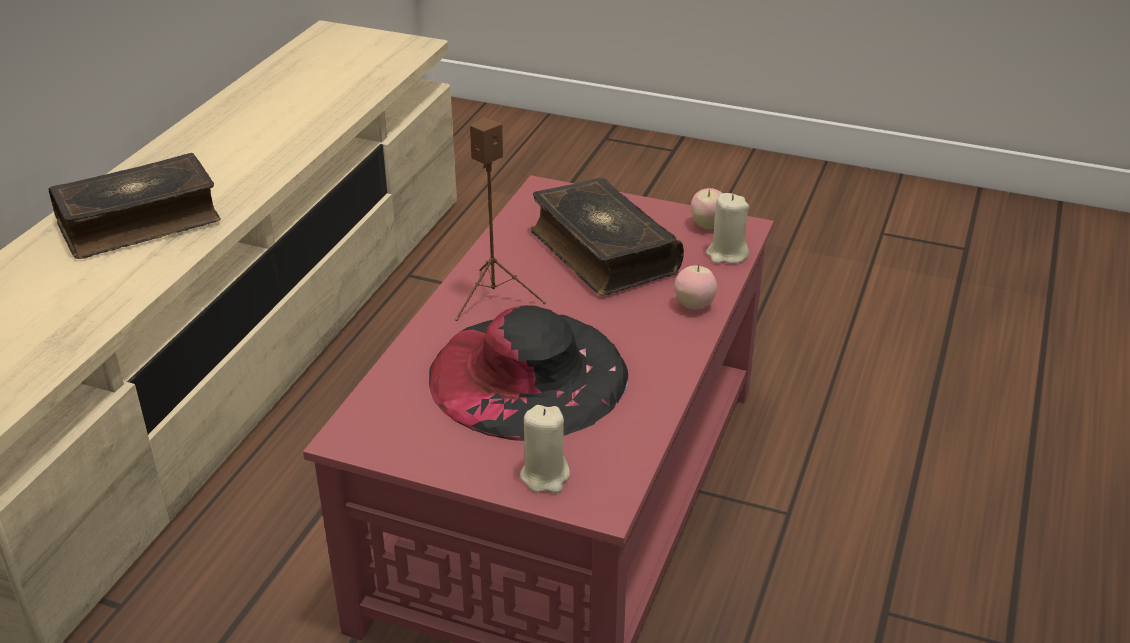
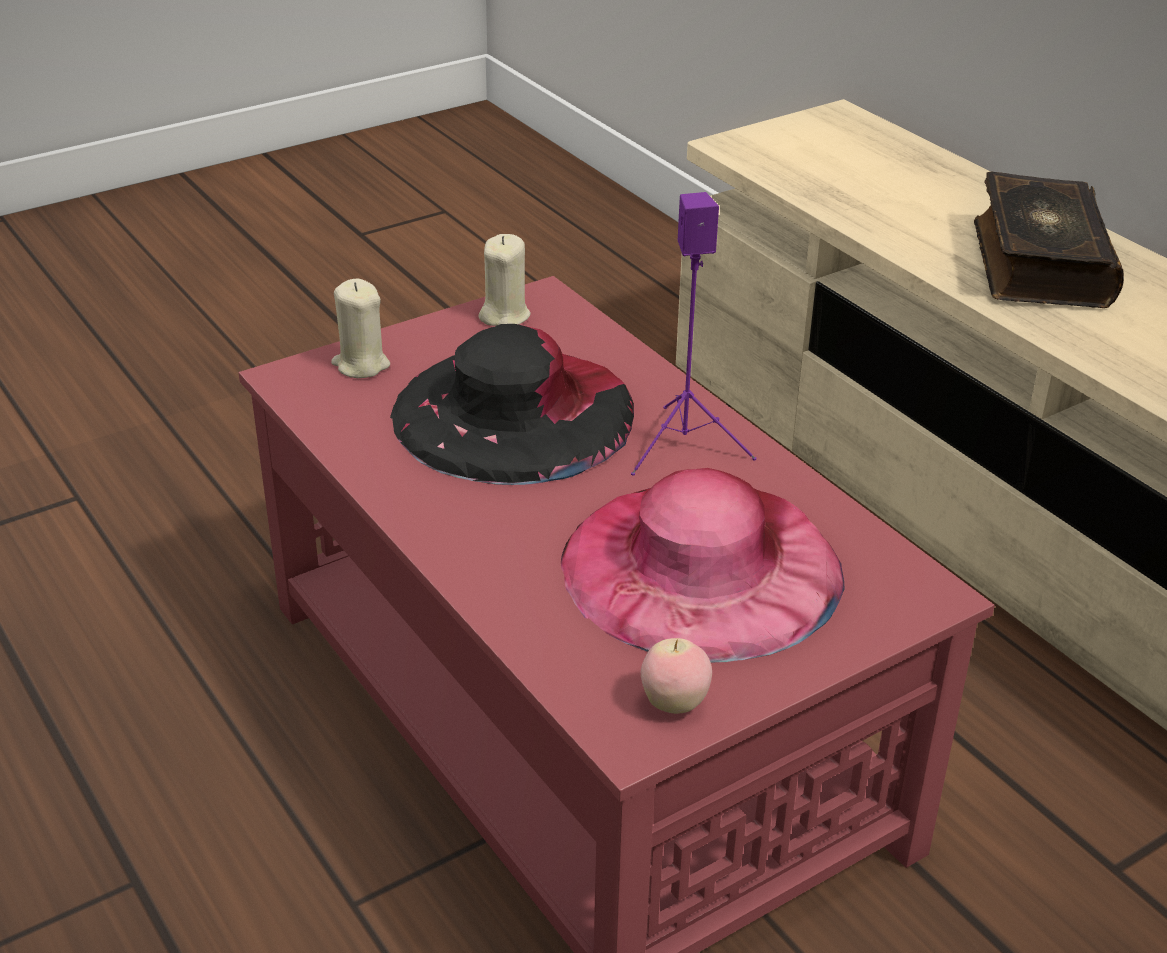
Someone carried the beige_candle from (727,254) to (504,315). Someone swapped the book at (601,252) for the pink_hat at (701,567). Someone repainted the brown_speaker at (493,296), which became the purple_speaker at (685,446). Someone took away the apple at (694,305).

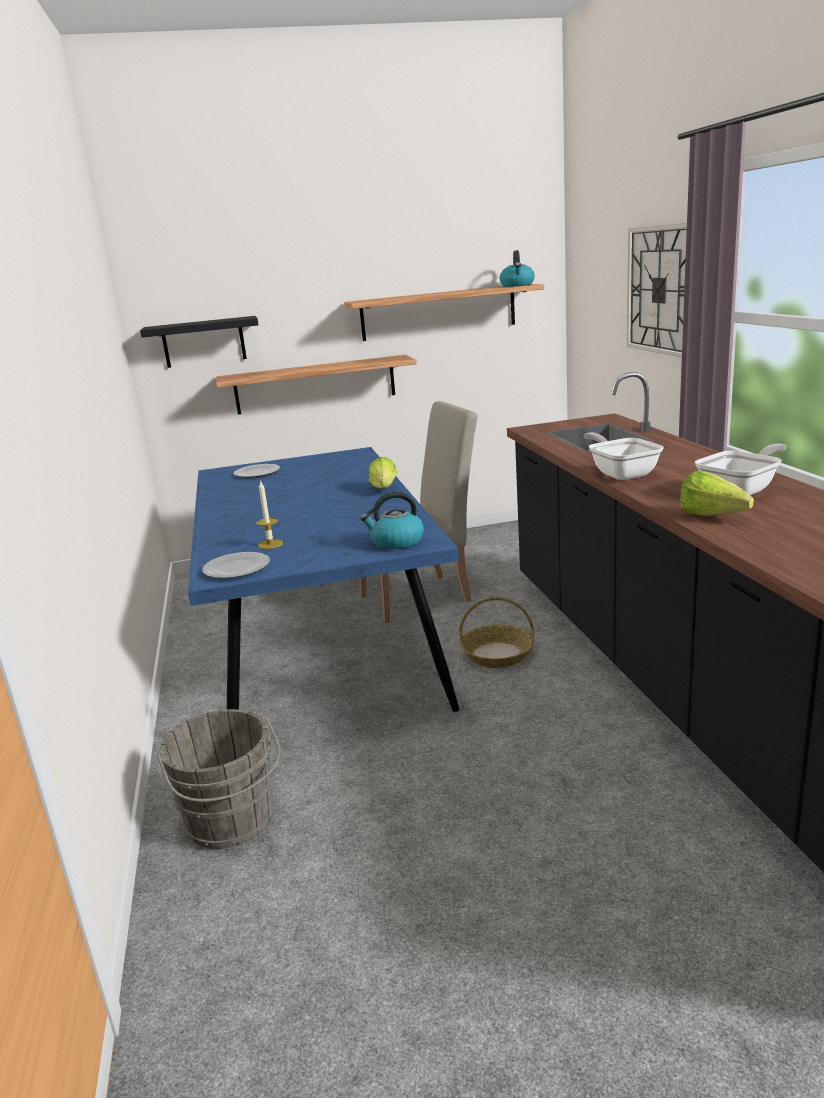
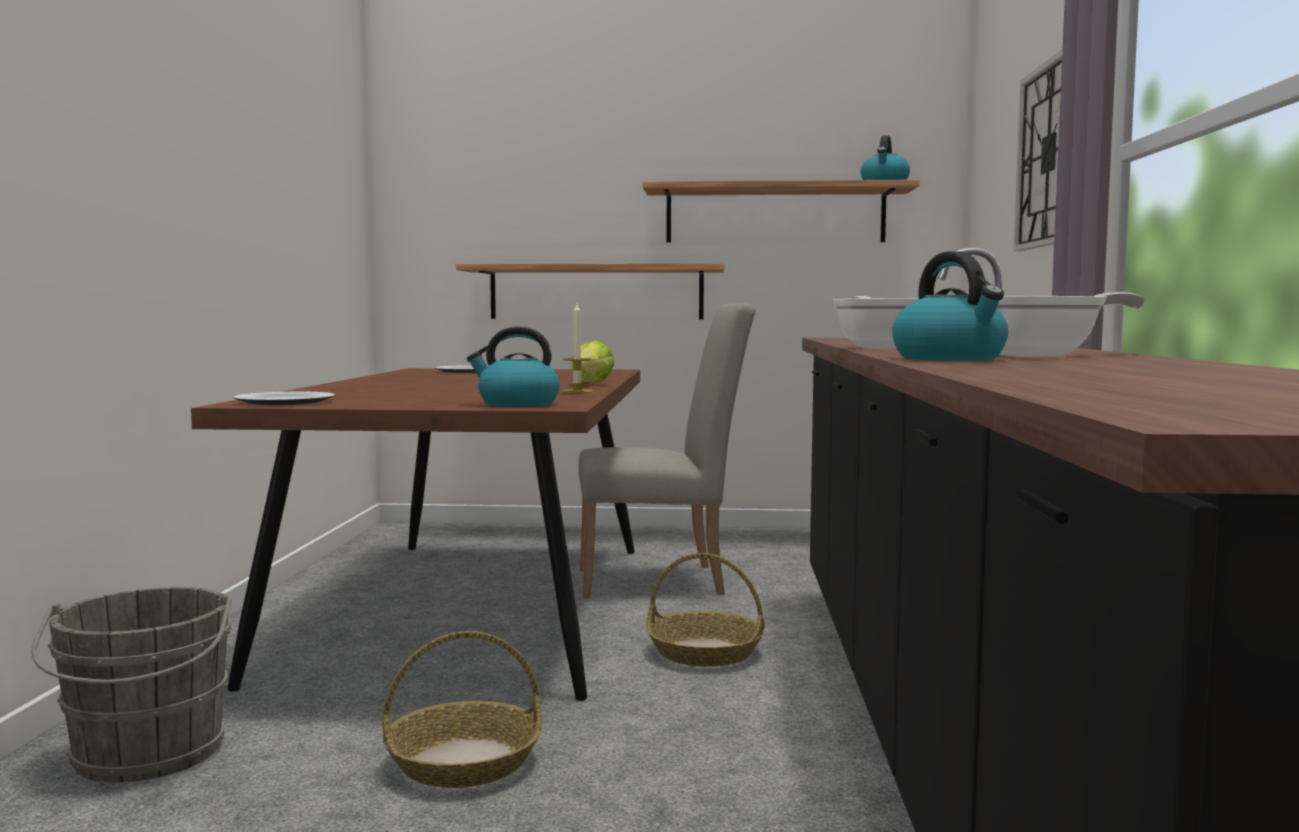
Someone repainted the blue_dining_table at (321,645), which became the brown_dining_table at (475,605). Someone put down the basket at (464,761). Someone carried the candle from (270,544) to (577,391). Someone swapped the lettuce at (716,517) for the kettle at (951,358). Someone took away the black_shelf at (204,342).

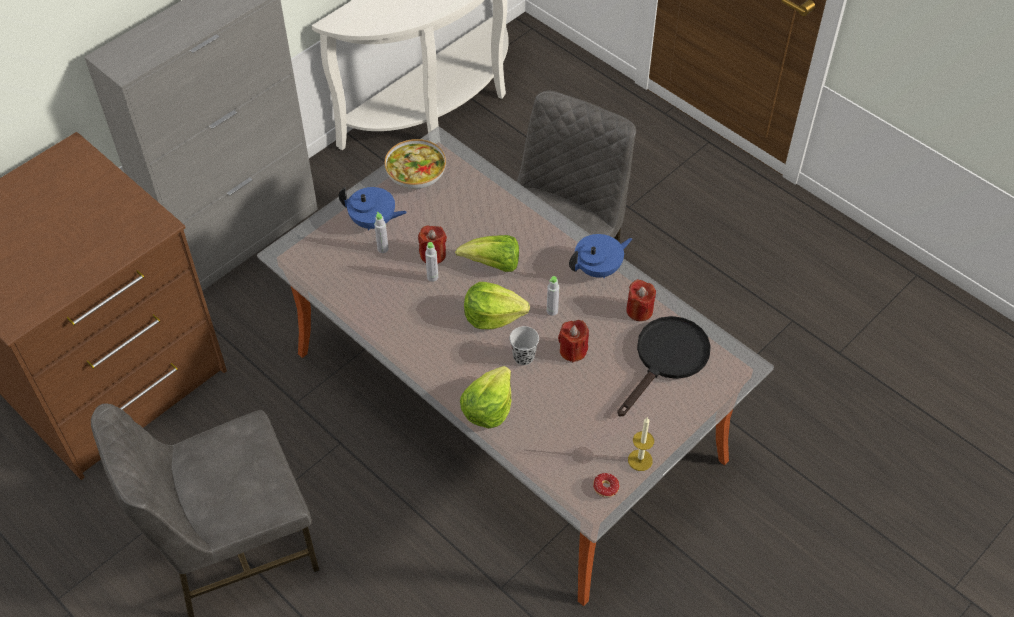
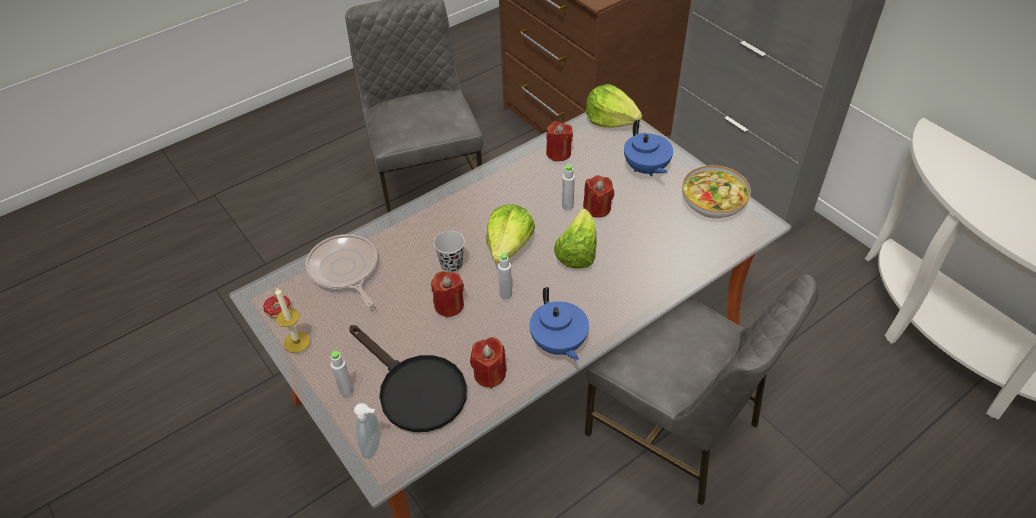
Someone put down the frying_pan at (344,270). Someone carried the grey_bottle from (383,249) to (346,391). Someone put down the soap_dispenser at (374,447). Someone put down the red_candle at (558,153). Someone carried the lettuce from (488,408) to (611,120). Someone rotated the blue_teapot at (373,222) by 45 degrees counterclockwise.

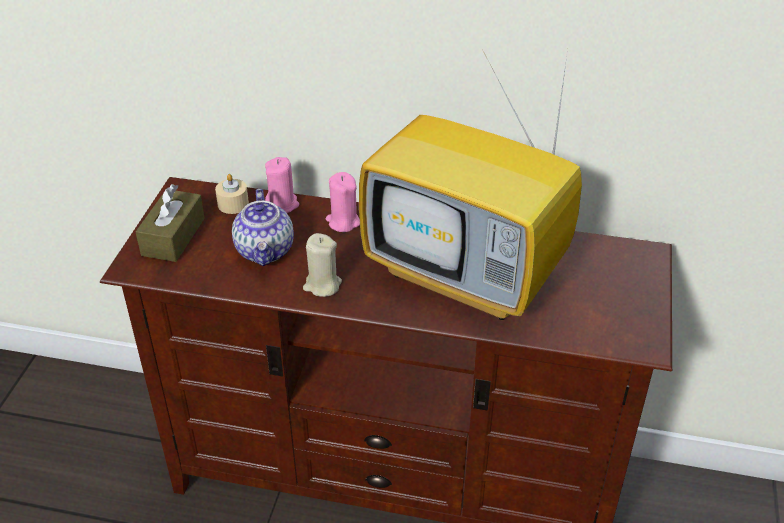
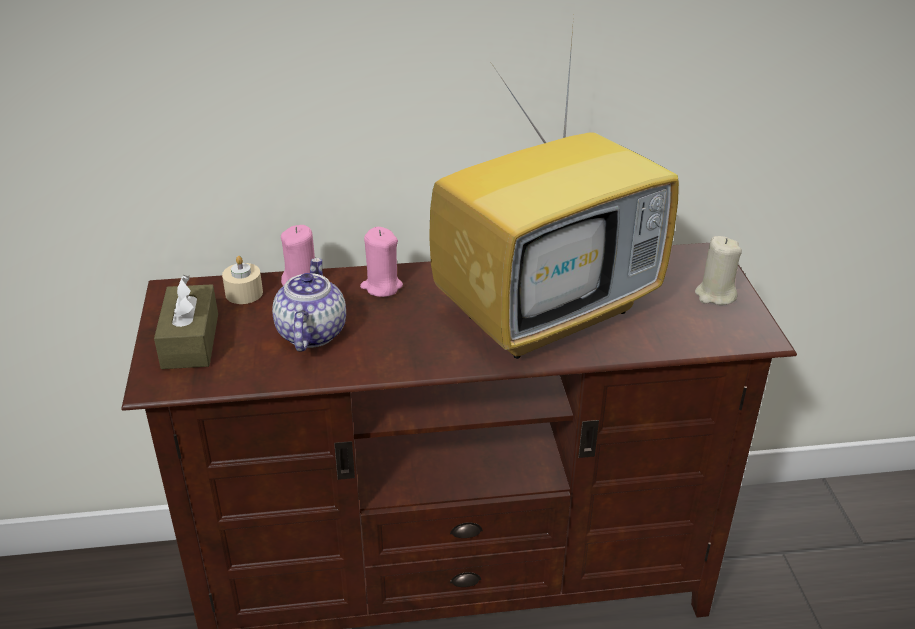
Someone rotated the teapot at (266,251) by 150 degrees counterclockwise. Someone rotated the television at (469,276) by 45 degrees counterclockwise. Someone carried the beige_candle from (322,285) to (715,295).

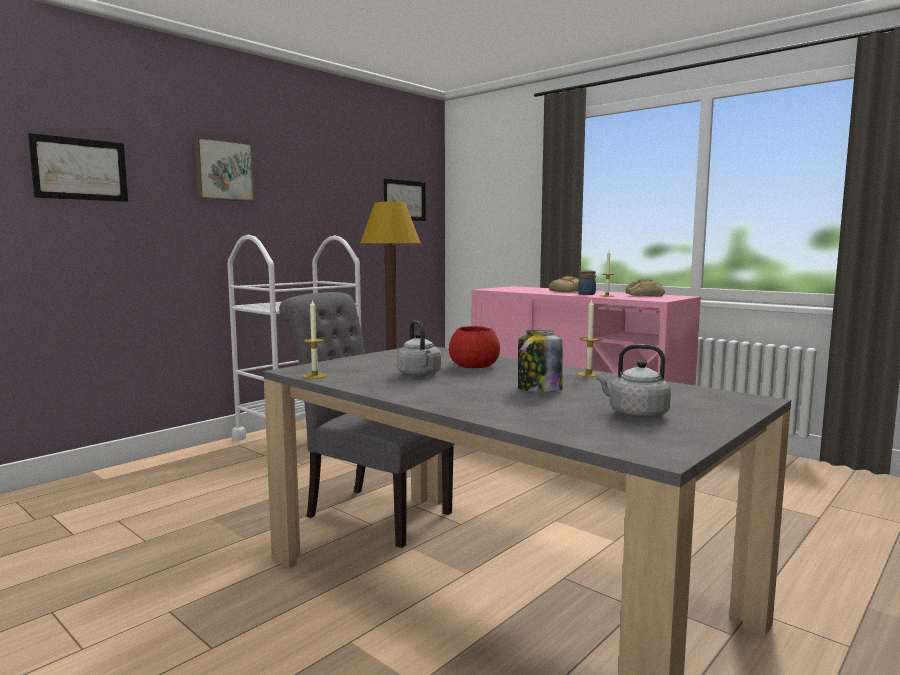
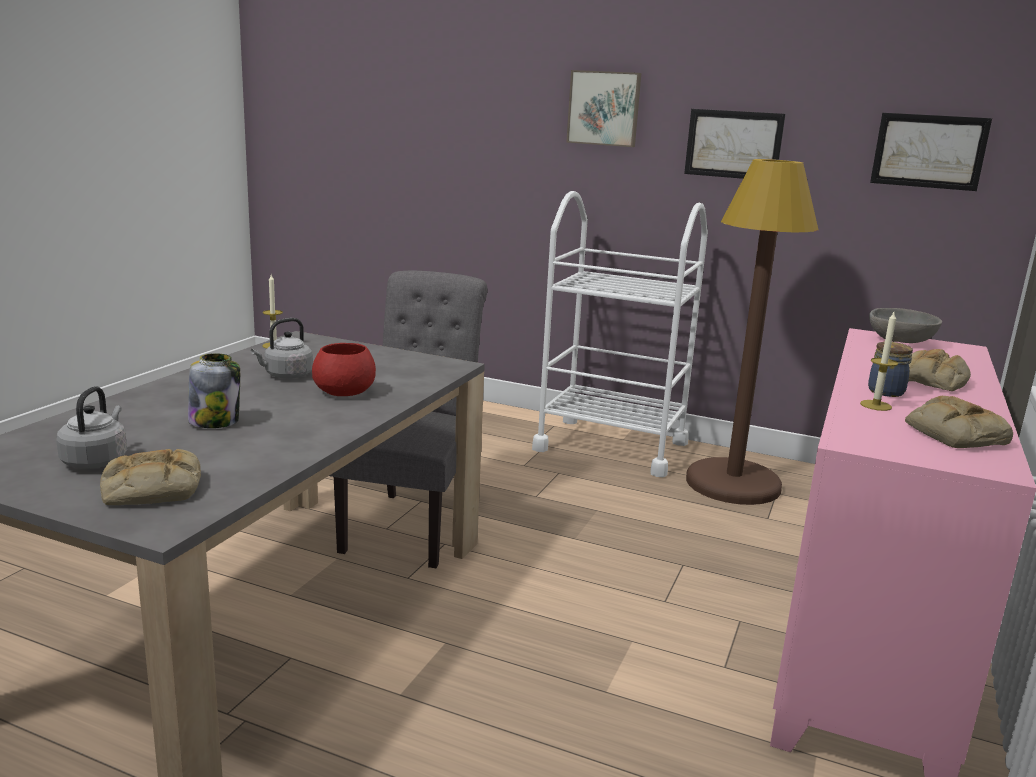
Someone put down the bread at (151,489). Someone carried the picture from (80,169) to (733,144). Someone put down the grey_bowl at (899,341). Someone took away the candle at (589,374).

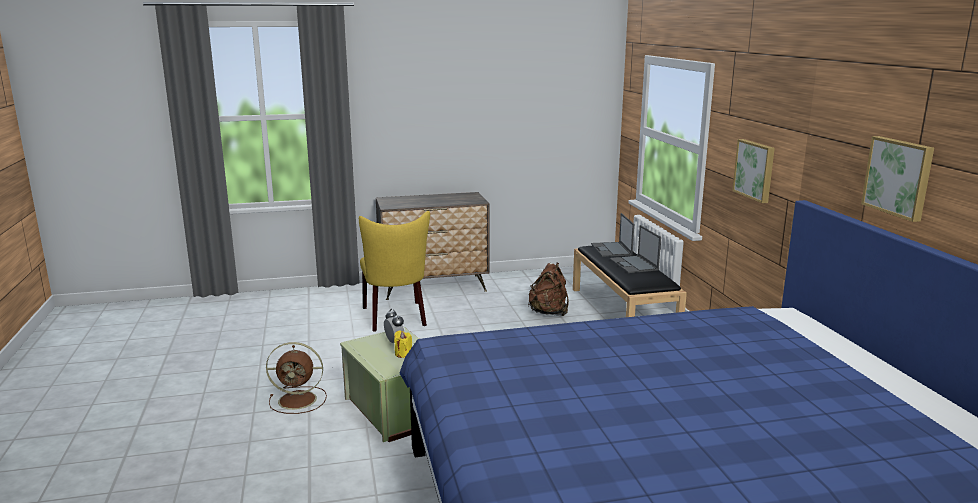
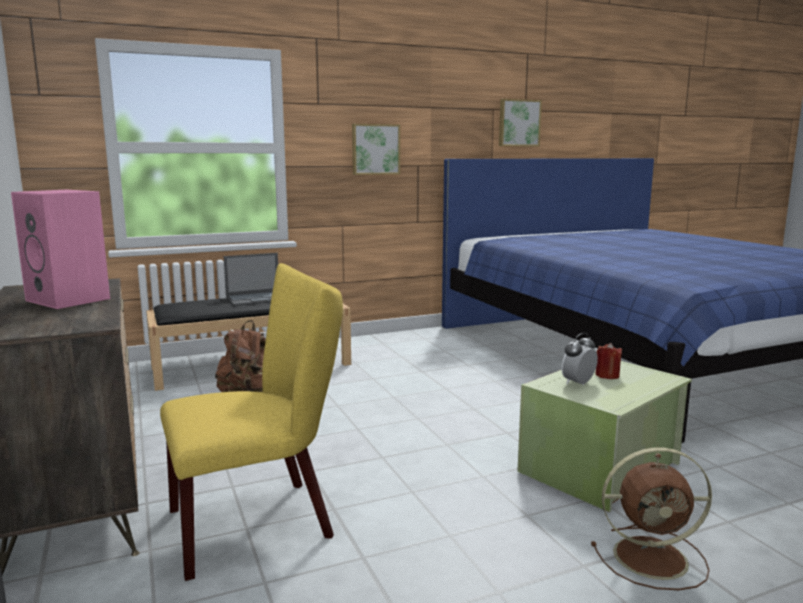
Someone put down the pink_speaker at (70,299). Someone rotated the brown_fan at (299,400) by 105 degrees clockwise. Someone repainted the yellow_candle at (403,354), which became the red_candle at (607,375). Someone took away the laptop at (611,250).

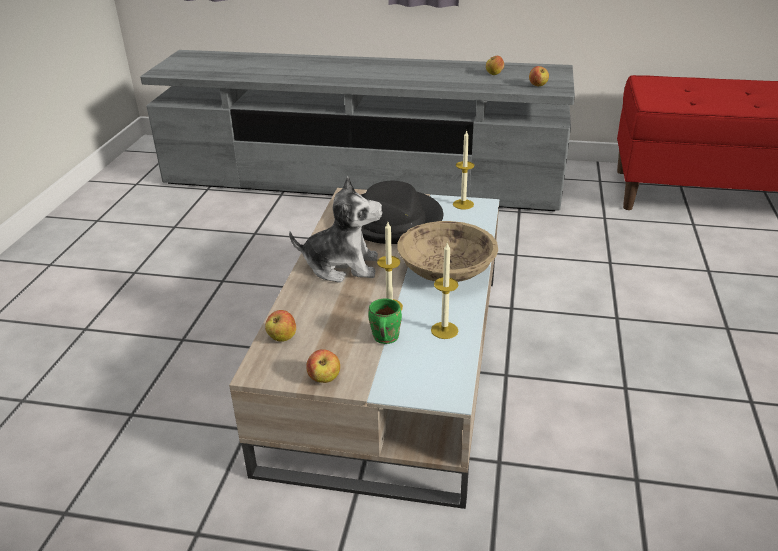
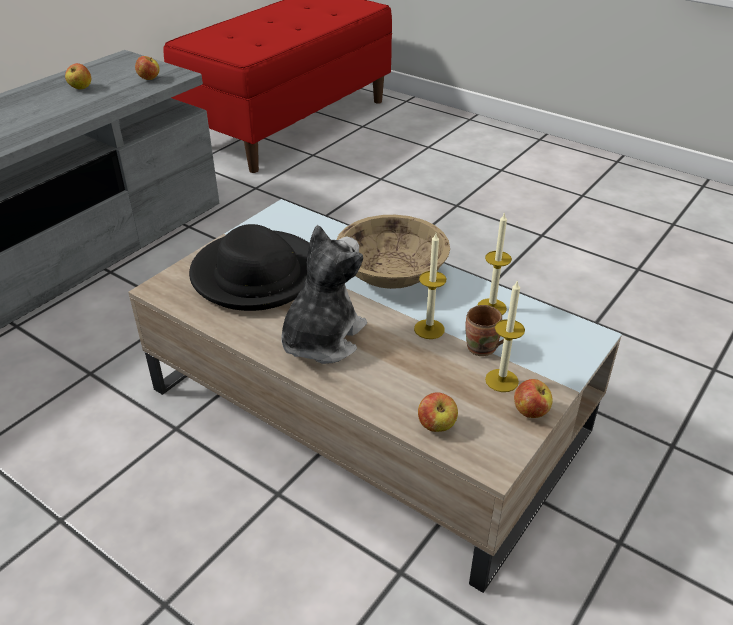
Someone repainted the green_mug at (384,338), which became the brown_mug at (482,349). Someone carried the candle from (463,204) to (501,380).

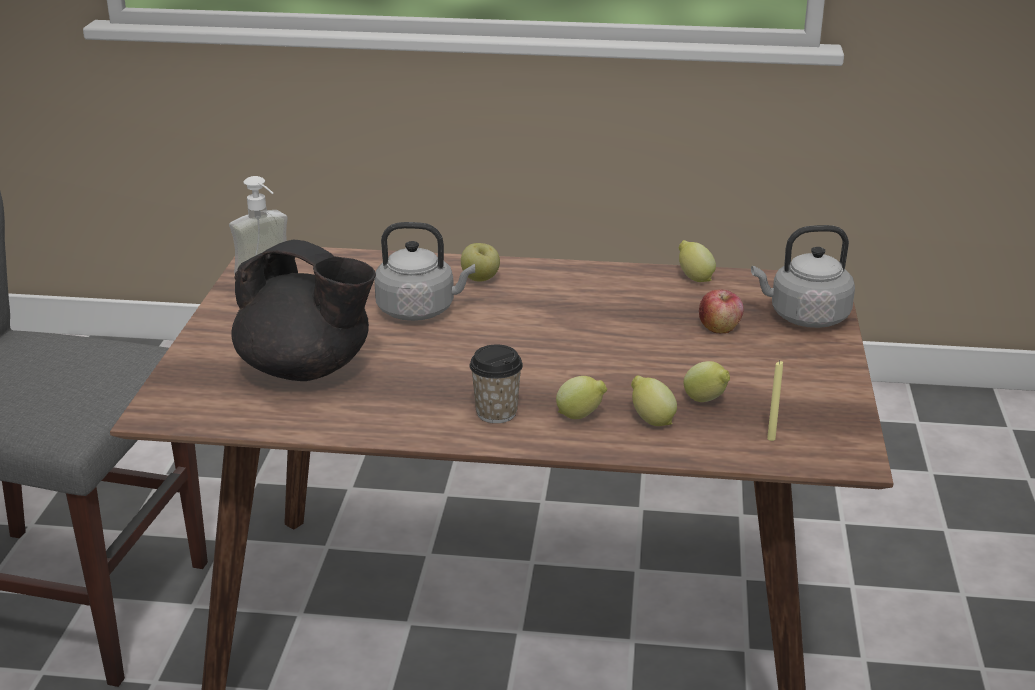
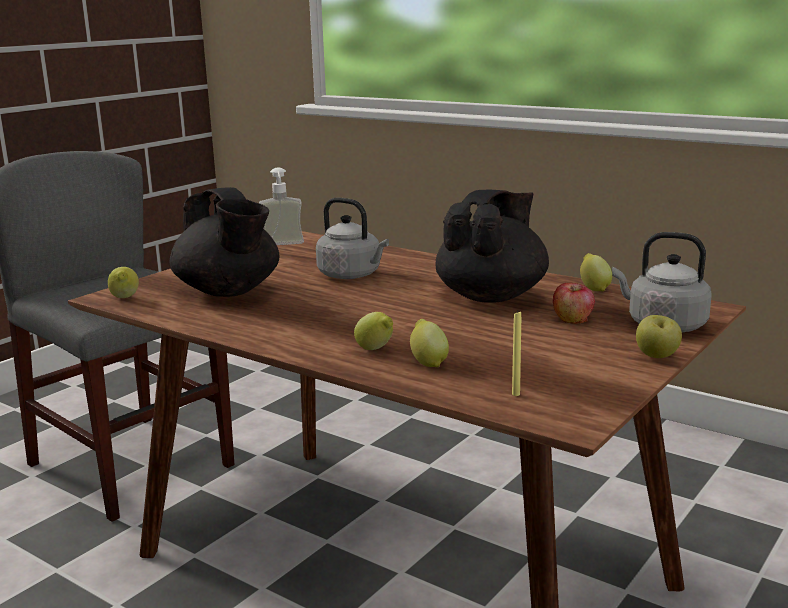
Someone carried the lemon from (706,401) to (125,298). Someone put down the black_teapot at (492,296). Someone carried the apple from (480,279) to (657,357). Someone took away the cup at (496,413).

